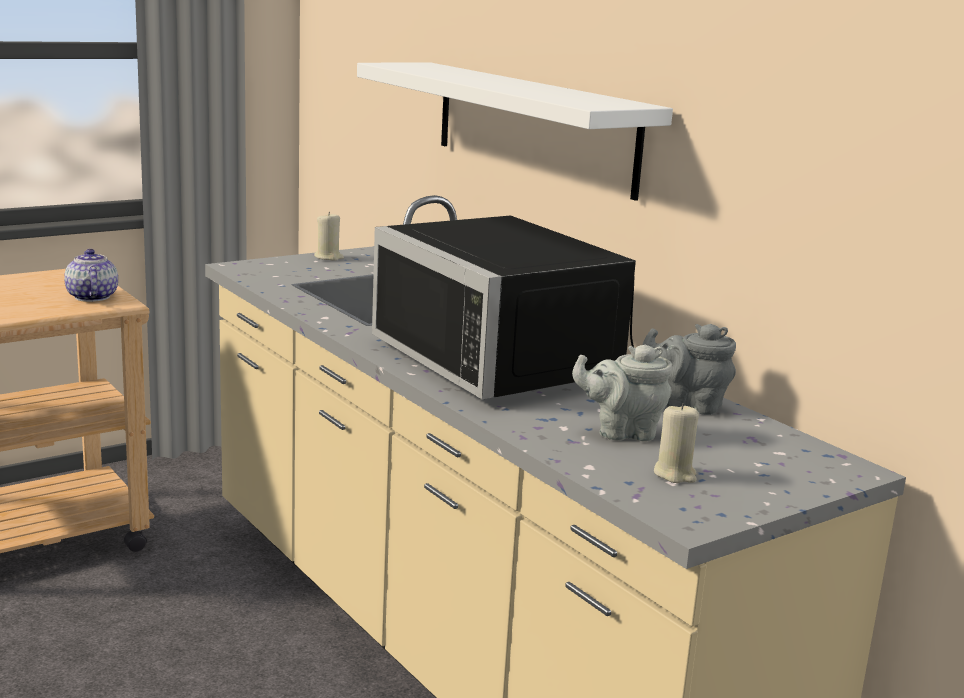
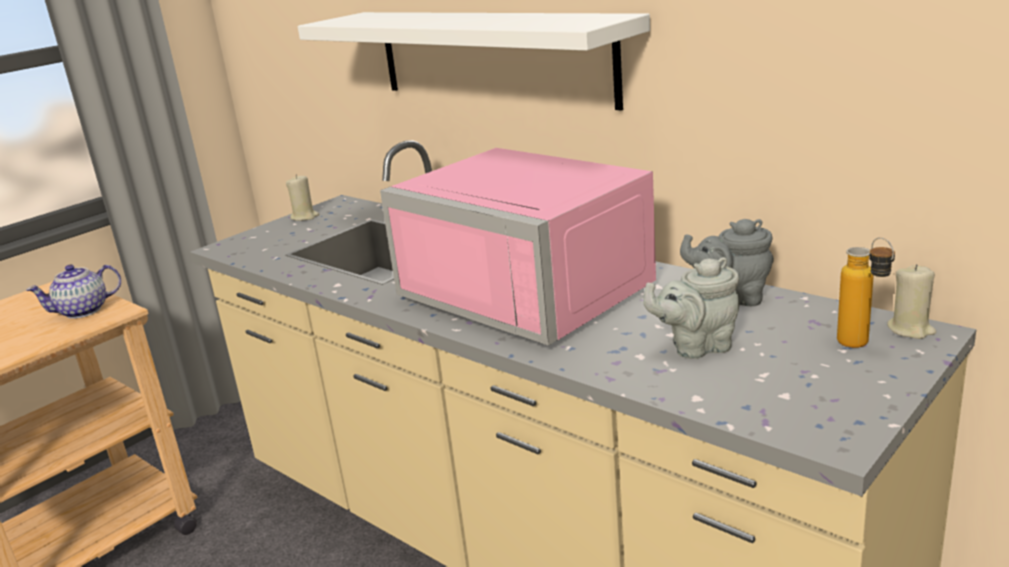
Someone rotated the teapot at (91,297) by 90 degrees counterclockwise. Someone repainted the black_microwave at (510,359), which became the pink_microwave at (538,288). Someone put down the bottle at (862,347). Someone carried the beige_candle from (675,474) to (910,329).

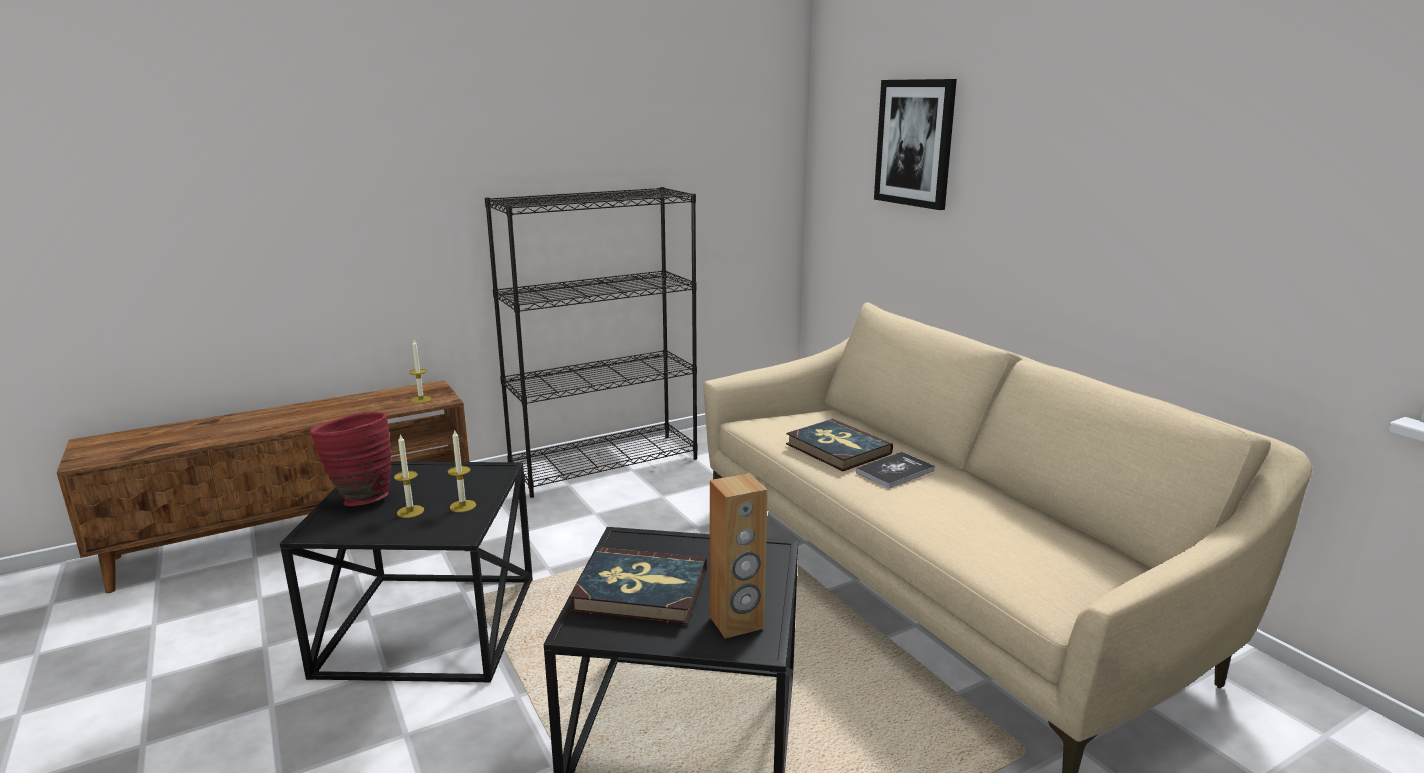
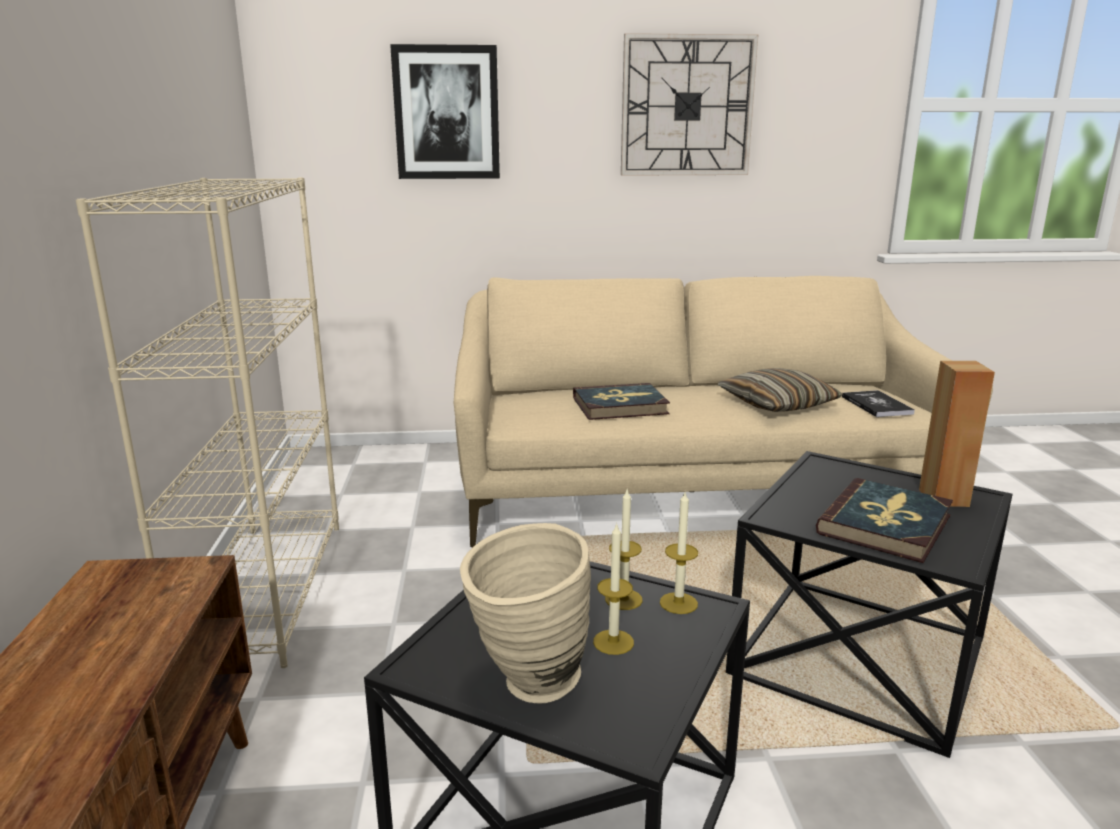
Someone repainted the black_bookcase at (605,464), which became the beige_bookcase at (265,589). Someone repainted the red_vase at (360,498), which became the beige_vase at (527,687). Someone put up the wall_clock at (687,106). Someone carried the candle from (421,400) to (678,603). Someone put down the pillow at (777,404). Someone carried the book from (895,471) to (876,405).

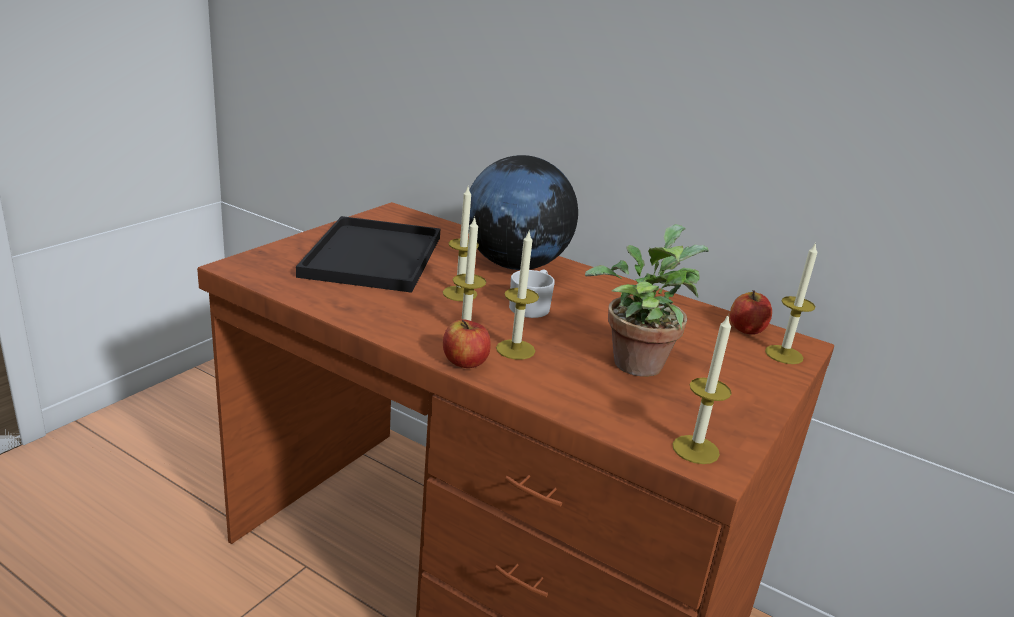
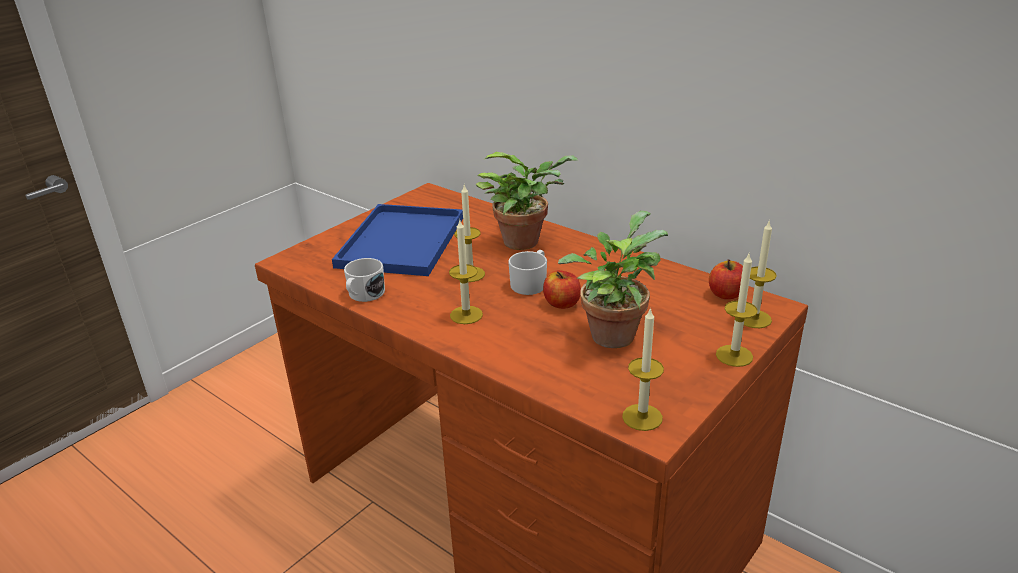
Someone repainted the black_tray at (372,255), which became the blue_tray at (401,240). Someone put down the white_mug at (364,295). Someone swapped the globe at (515,265) for the potted_plant at (526,241). Someone carried the apple from (465,362) to (562,303). Someone carried the candle from (515,349) to (734,355).

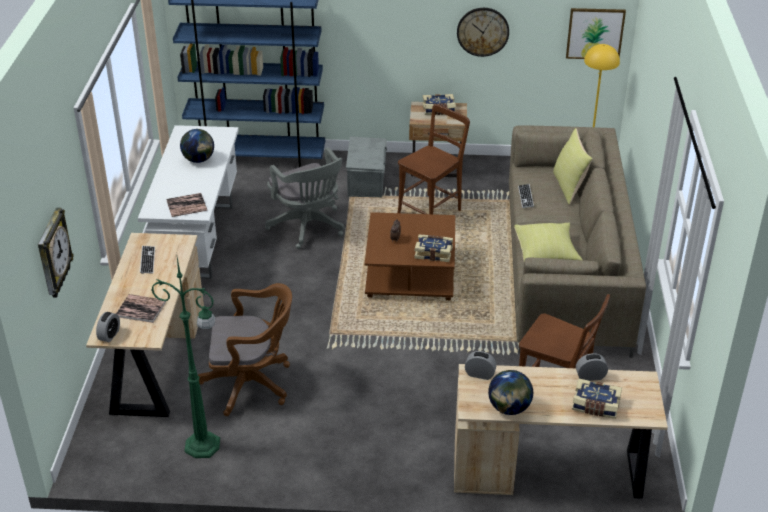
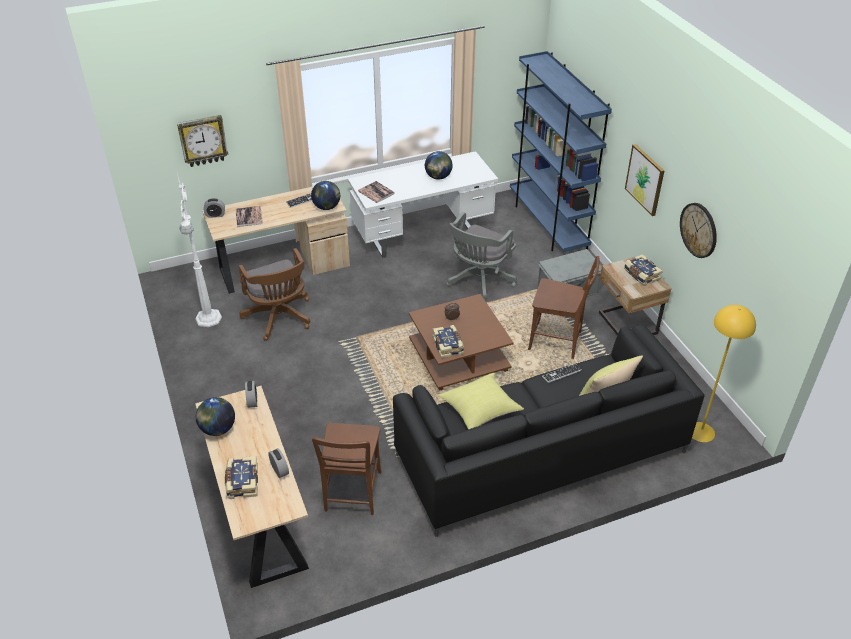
Someone repainted the green_floor_lamp at (204,446), which became the white_floor_lamp at (208,319). Someone put down the globe at (327,207). Someone repainted the beige_sofa at (565,267), which became the black_sofa at (540,453). Someone carried the picture from (595,33) to (645,179).

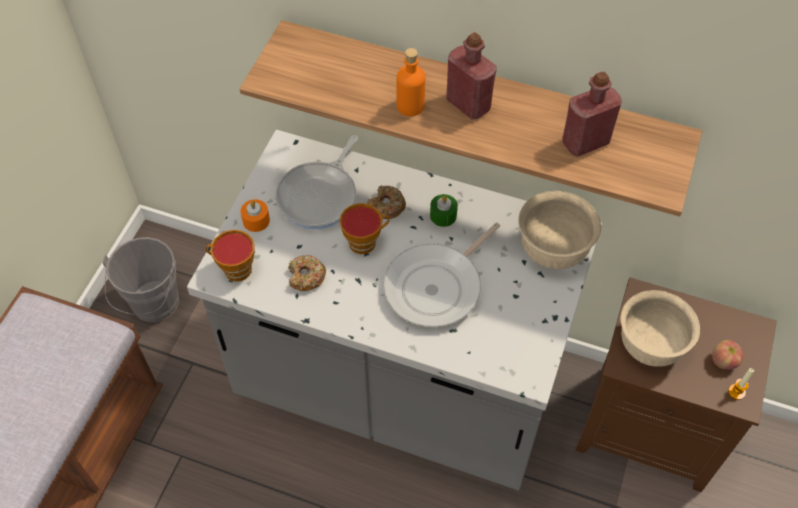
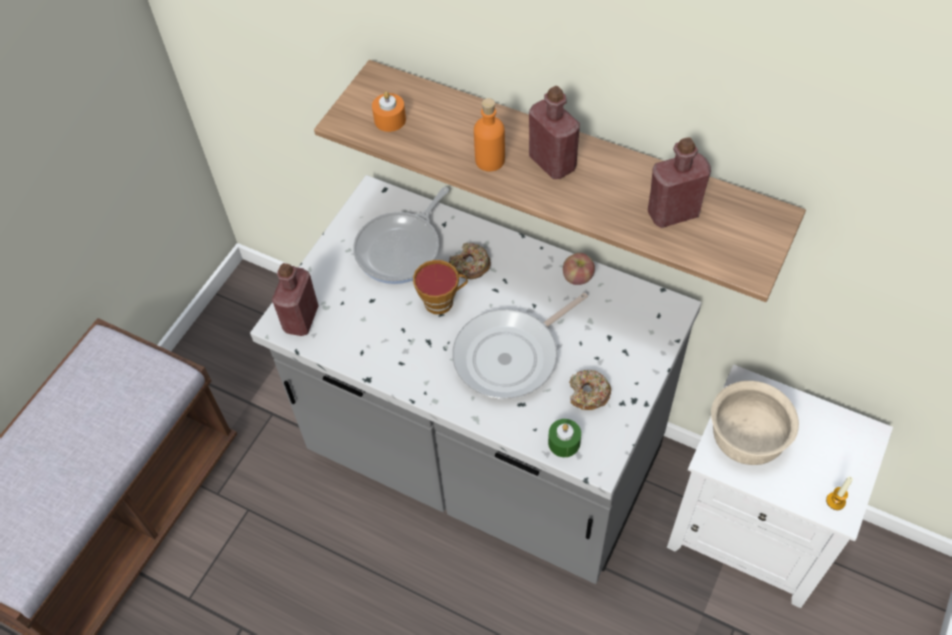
Someone swapped the cup at (234,269) for the red_bottle at (301,319). Someone carried the orange_candle from (256,220) to (390,120). Someone carried the green_candle from (443,215) to (564,442). Someone carried the apple from (723,361) to (578,277). Someone carried the donut from (306,277) to (588,394). Someone repainted the brown_nightstand at (650,426), which became the white_nightstand at (753,530). Someone took away the grey_bucket at (154,307). Someone took away the beige_bowl at (553,250).

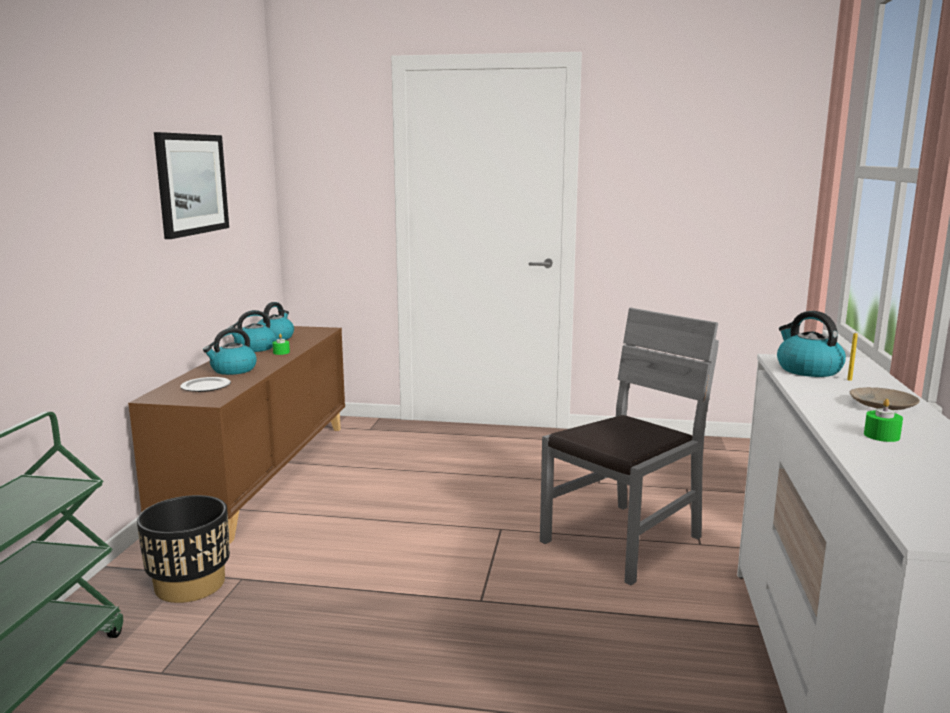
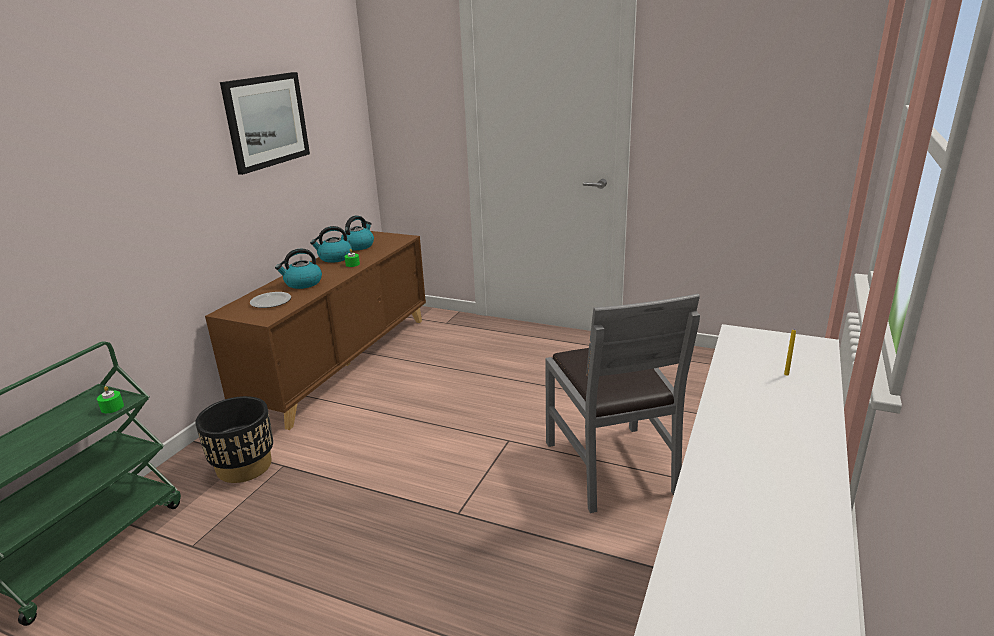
Someone carried the green_candle from (881,436) to (112,407). Someone rotated the grey_chair at (623,540) by 105 degrees clockwise. Someone took away the kettle at (807,370). Someone took away the beige_plate at (881,405).

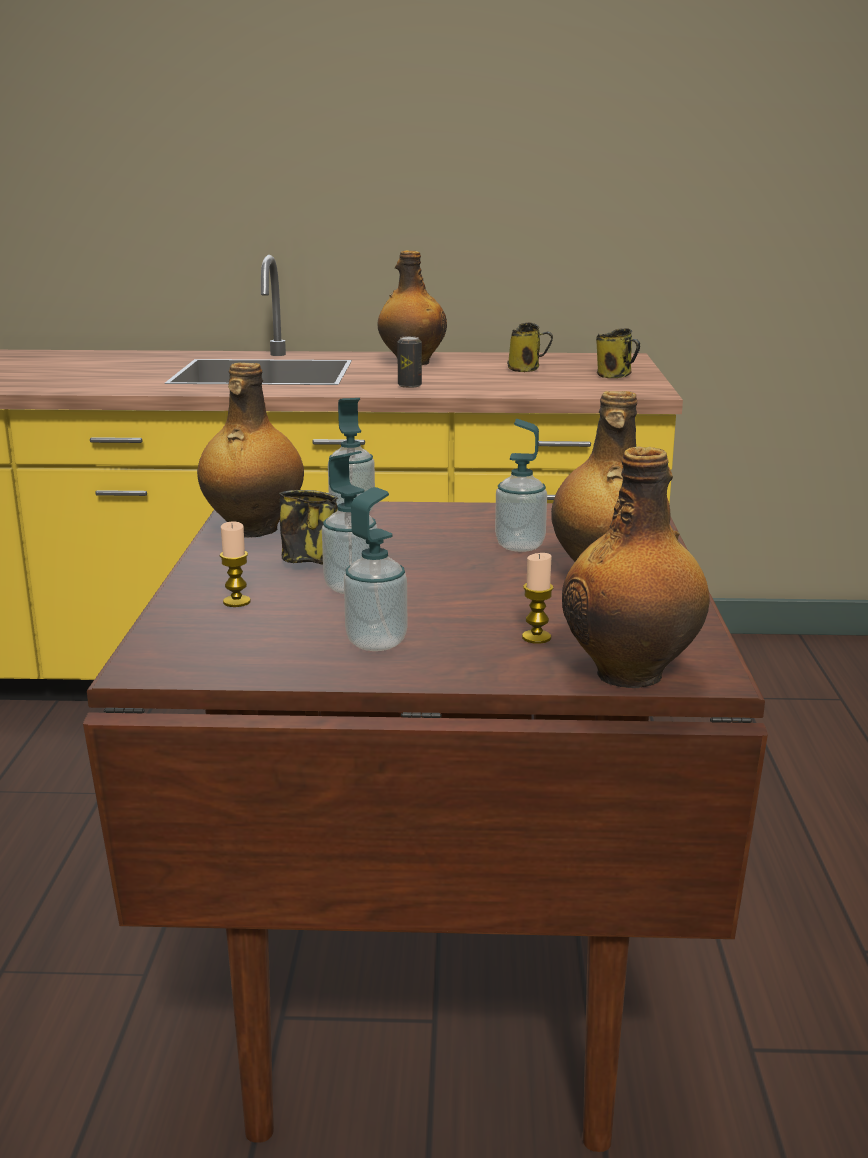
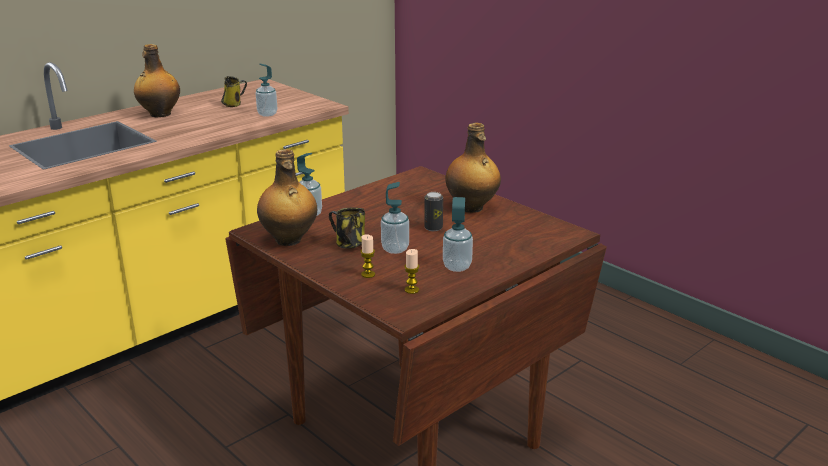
Someone carried the soap_dispenser from (520,546) to (267,114). Someone carried the candle from (536,637) to (411,290). Someone carried the can from (409,385) to (433,228). Someone took away the bottle at (631,673). Someone took away the mug at (616,376).

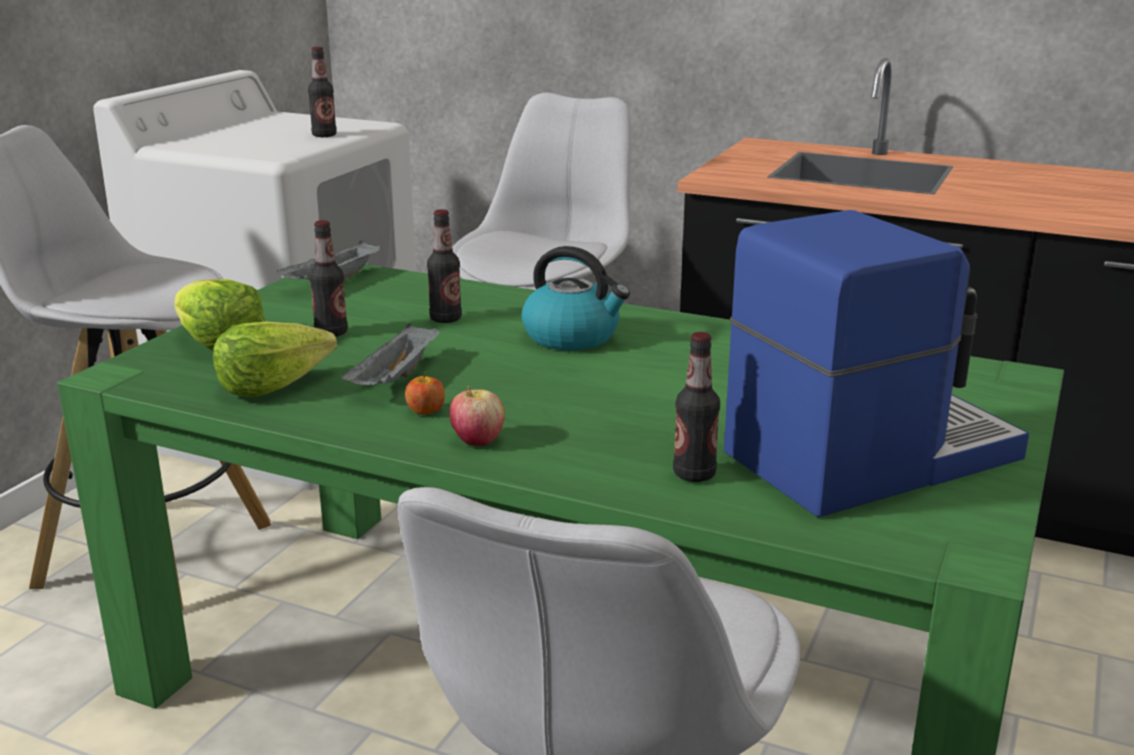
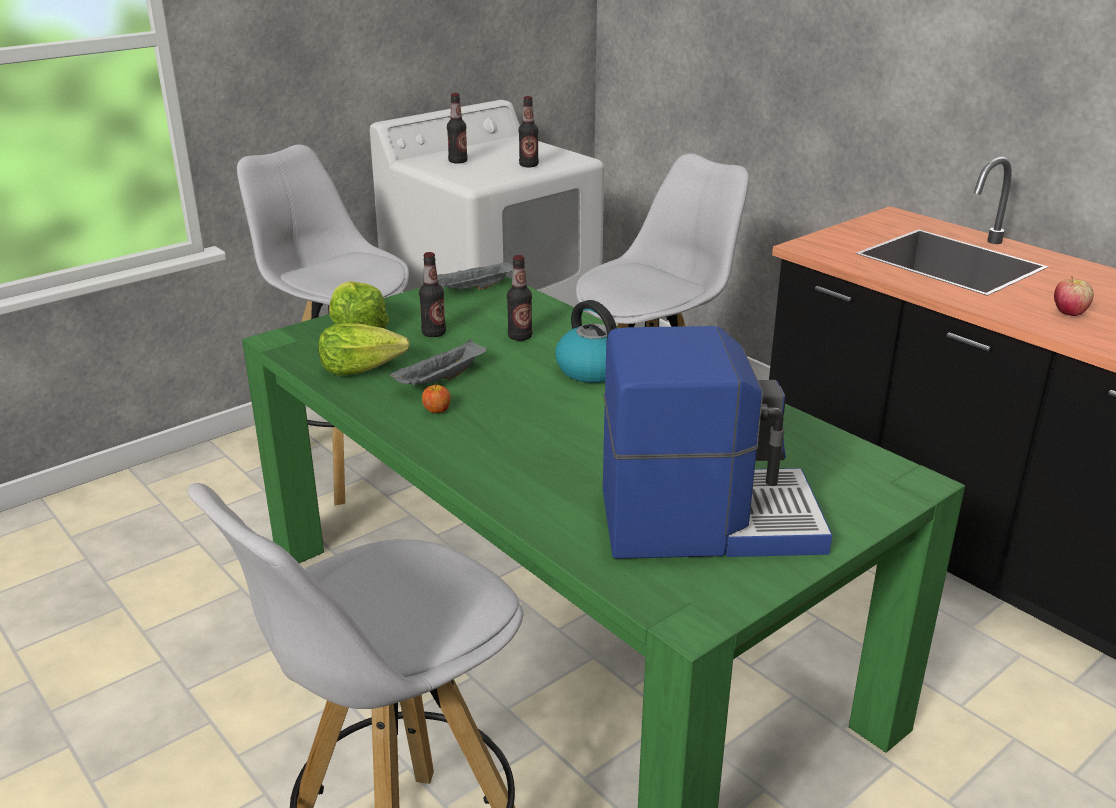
Someone carried the bottle from (694,474) to (458,161). Someone carried the apple from (477,440) to (1069,313).

